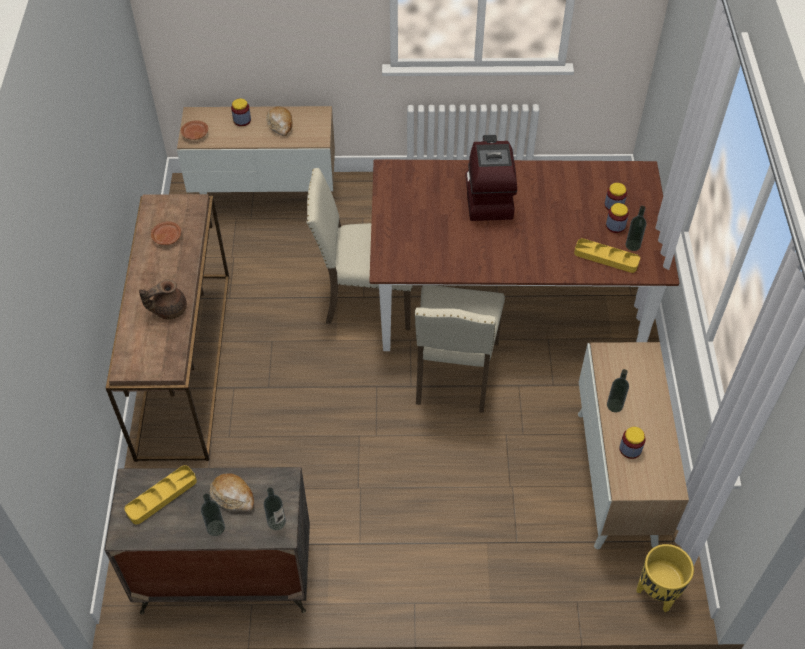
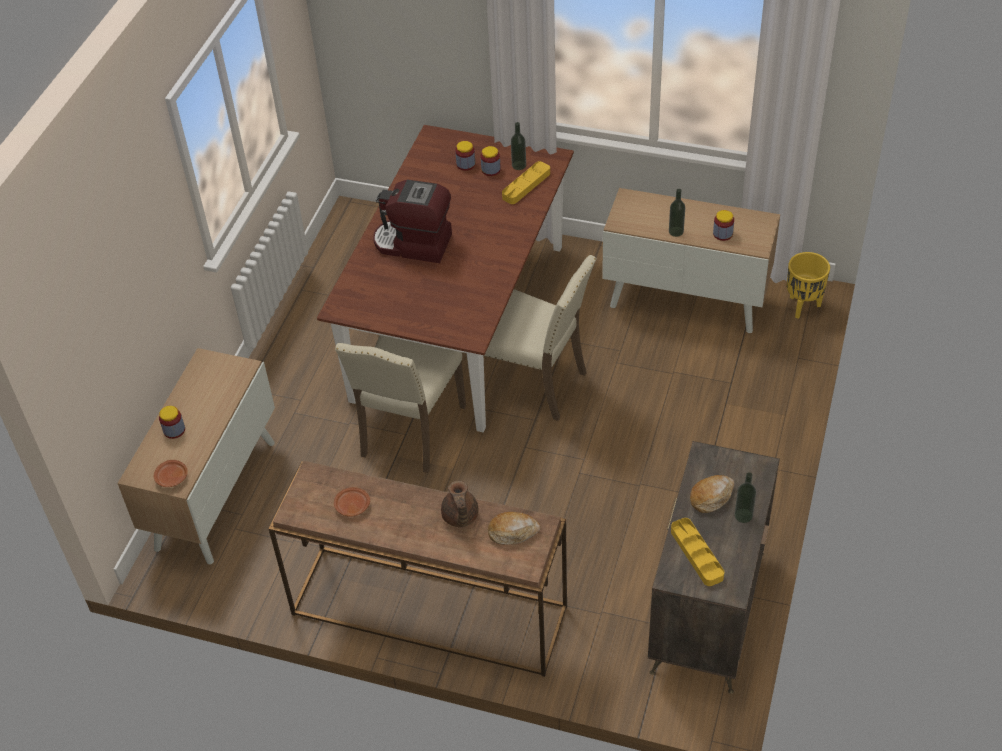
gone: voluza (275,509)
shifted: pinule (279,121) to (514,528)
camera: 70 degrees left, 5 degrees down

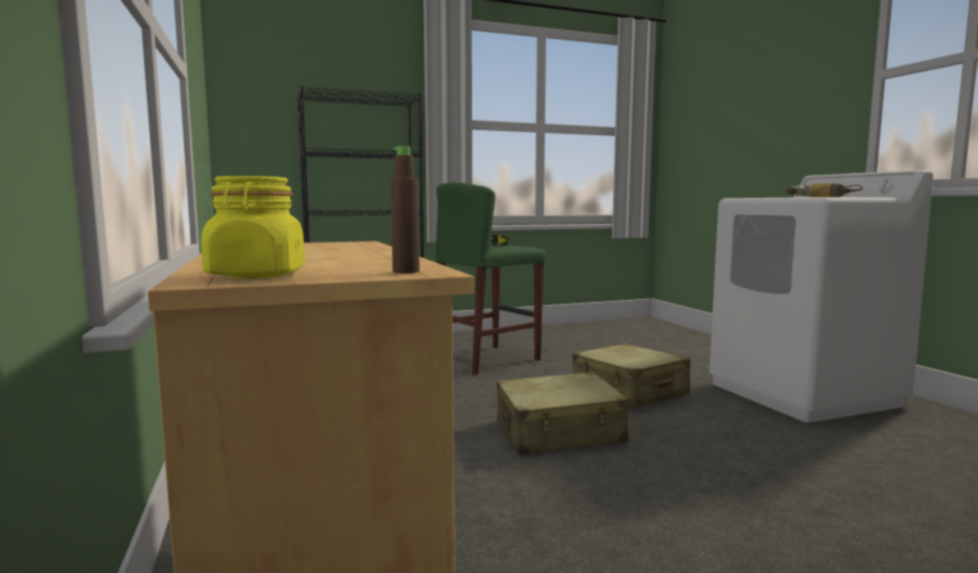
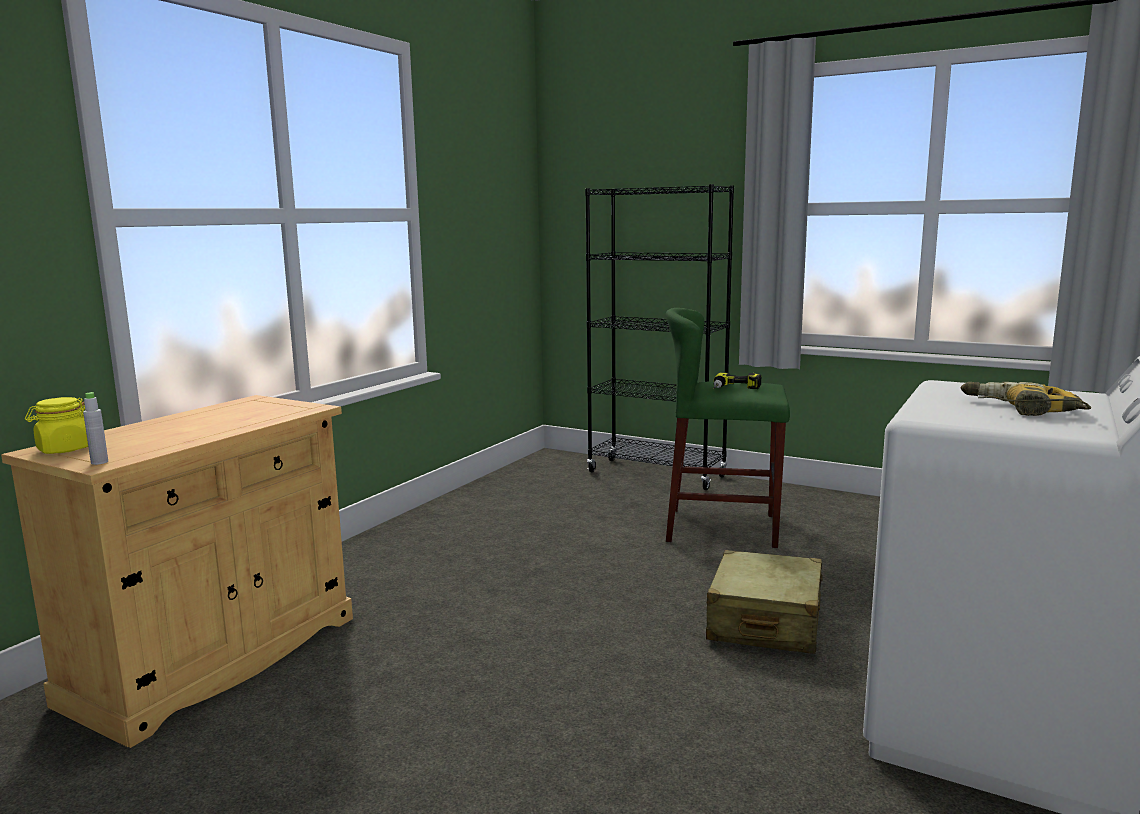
gone: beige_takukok (562,413)
repainted: brown_voluza (405,209) to grey_voluza (95,428)
camera: 50 degrees right, 5 degrees up

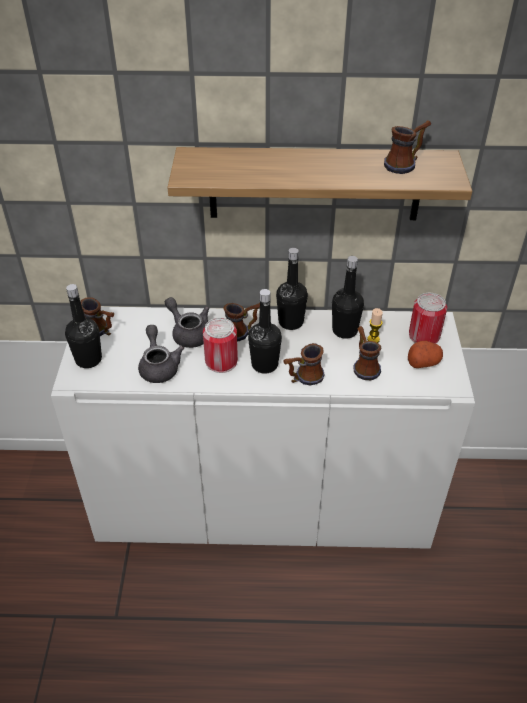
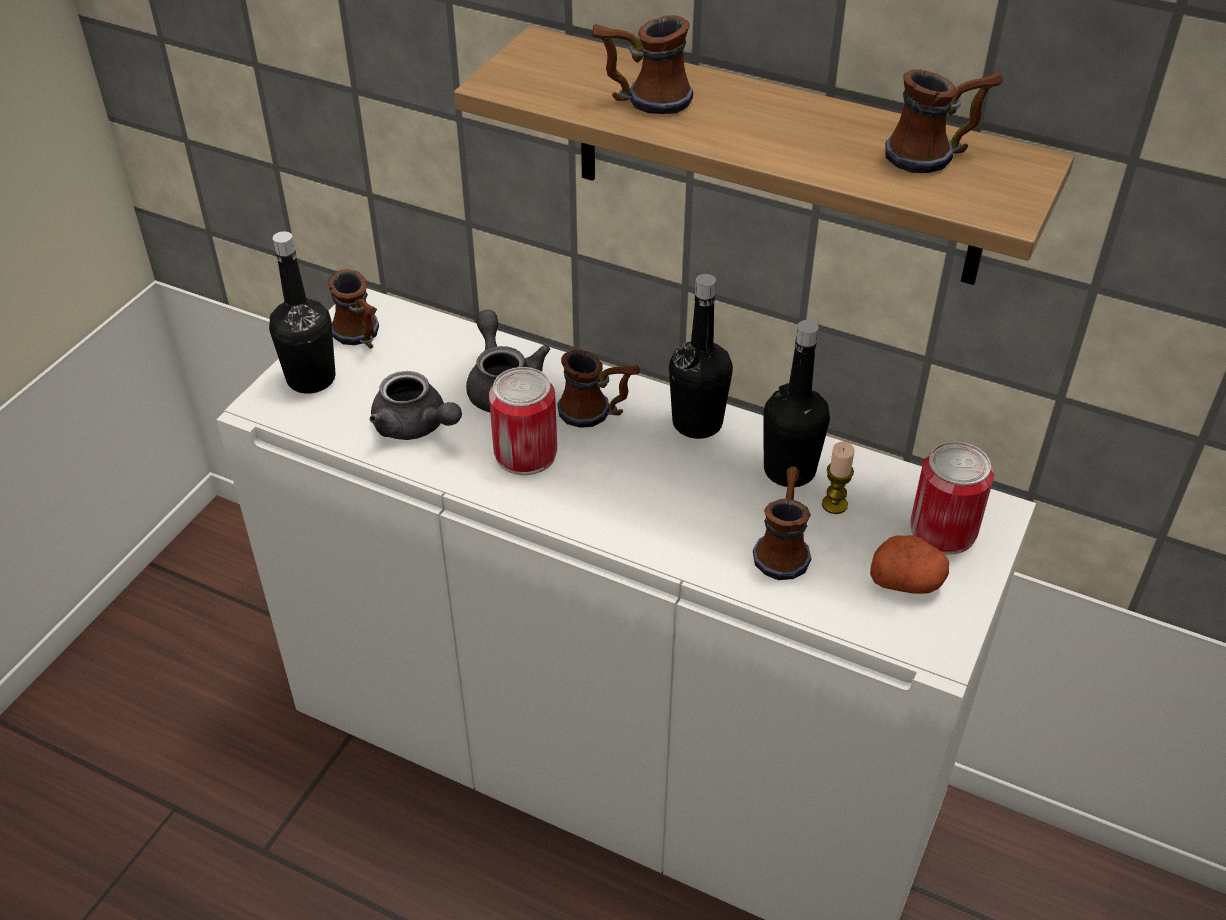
gone: black_voluza (265,331)
shifted: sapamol (304,364) to (642,64)
rotated: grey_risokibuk (161,354) = (416,405) 120 degrees clockwise
camera: 25 degrees right, 0 degrees up

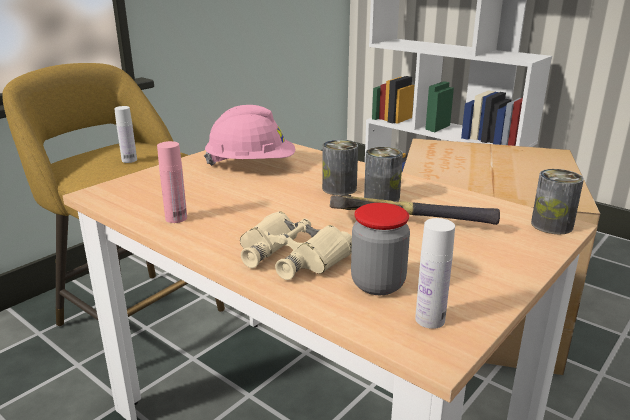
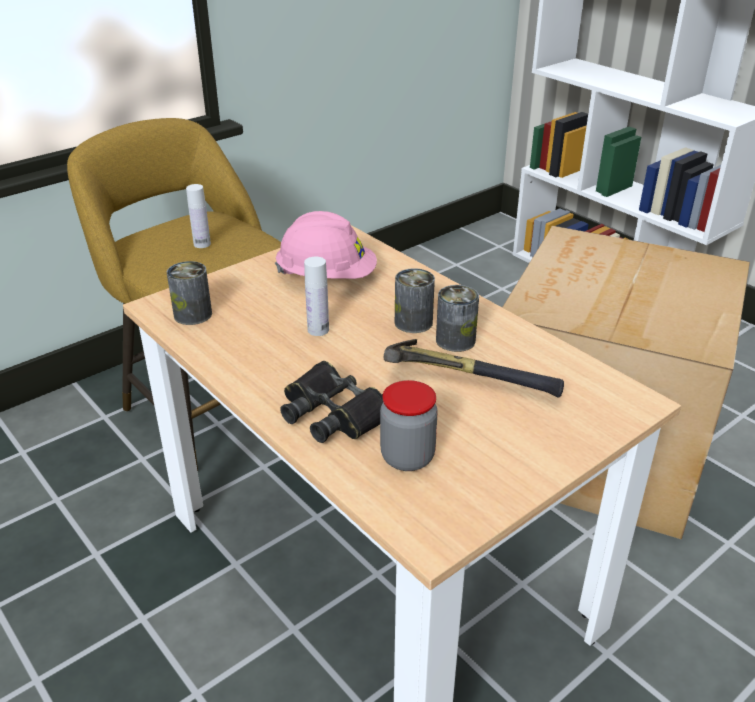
gone: pink_voluza (172,182)
shifted: white_voluza (435,273) to (316,296); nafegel (557,201) to (189,293)
repainted: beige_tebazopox (296,245) to black_tebazopox (331,402)
camera: 10 degrees right, 10 degrees up

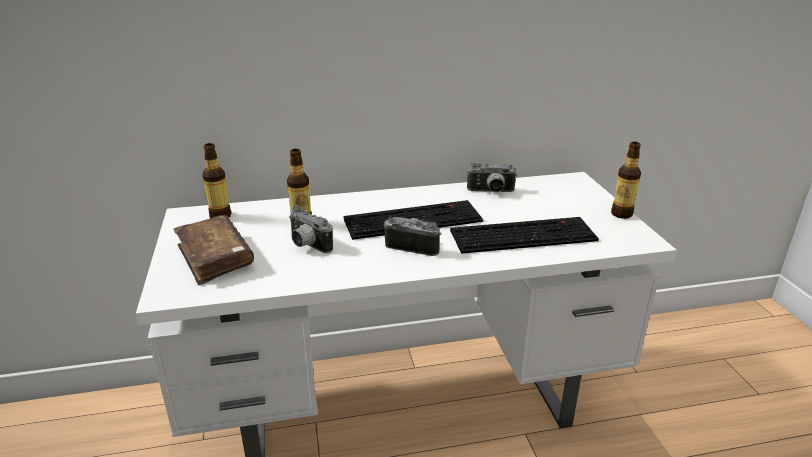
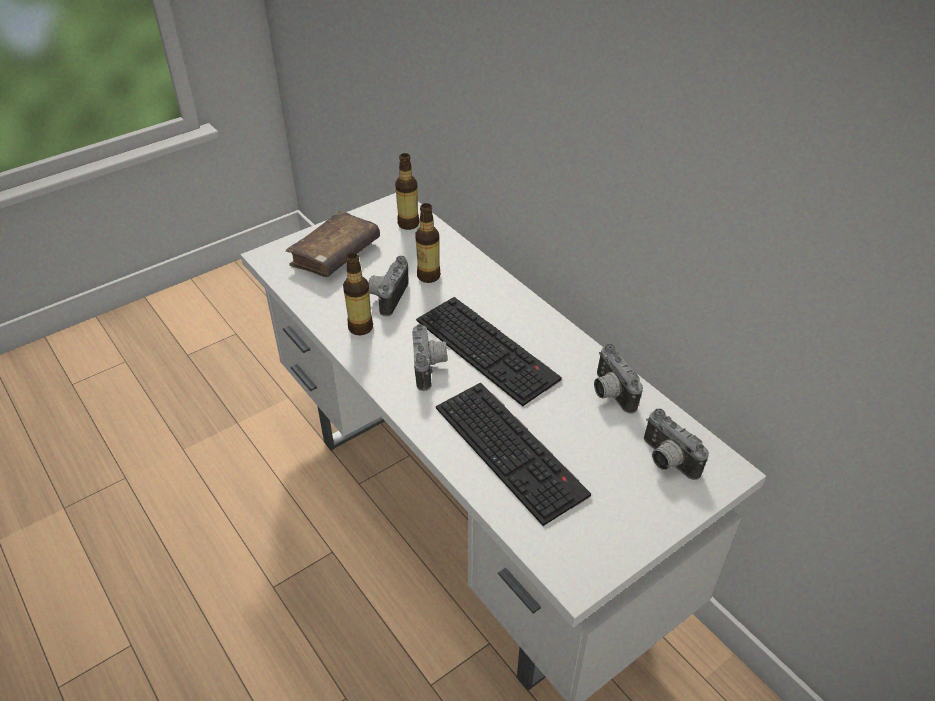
new: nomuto (676,444)
shifted: voluza (626,180) to (358,294)
camera: 65 degrees right, 15 degrees up

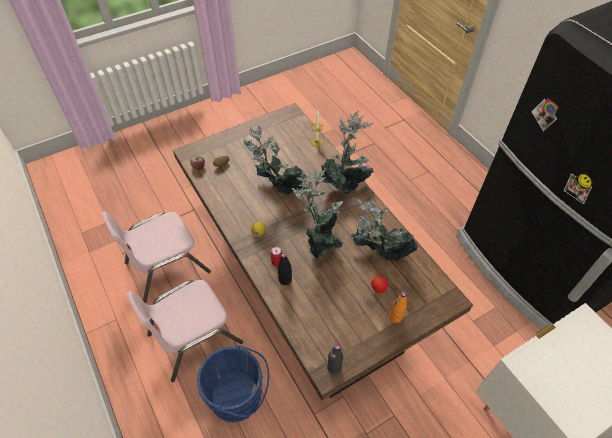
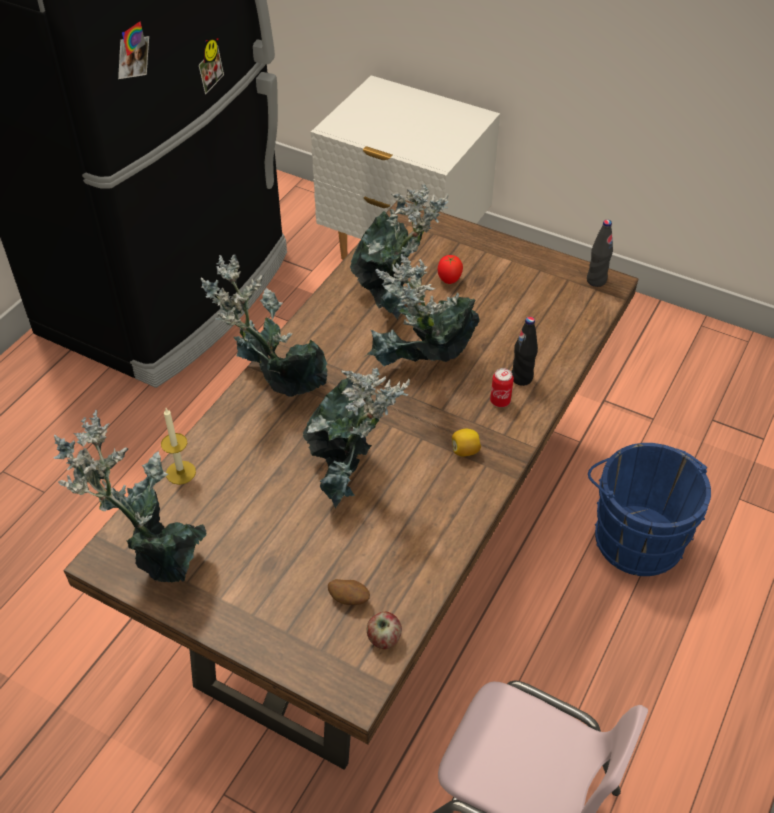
gone: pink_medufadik (184,331); orange_voluza (398,307)
new: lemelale (130,496)
camera: 120 degrees left, 5 degrees down

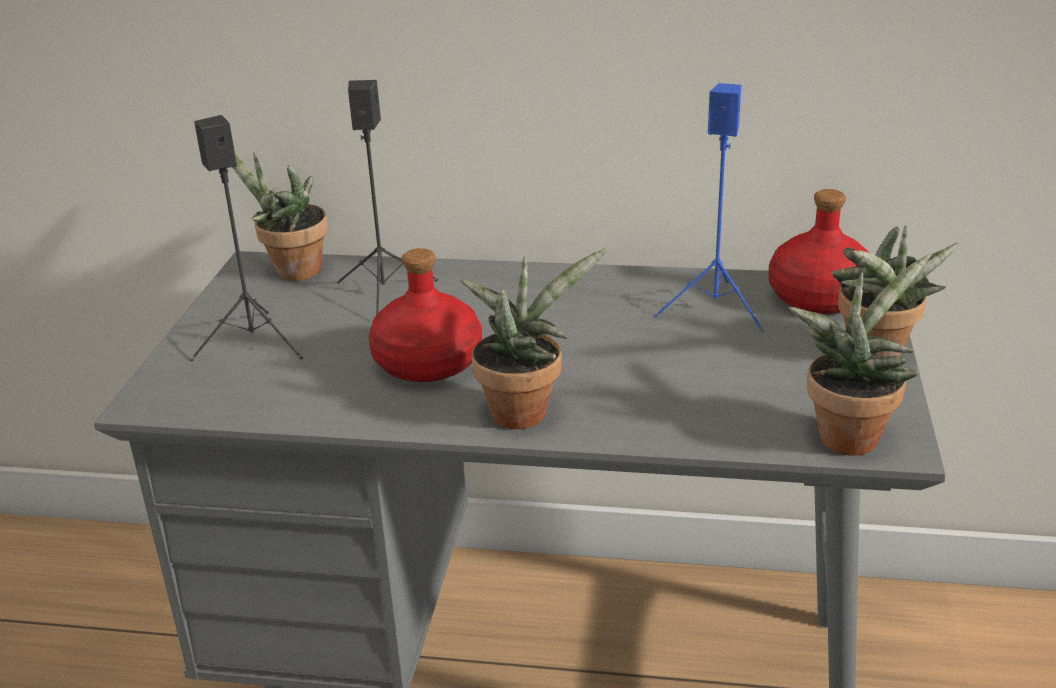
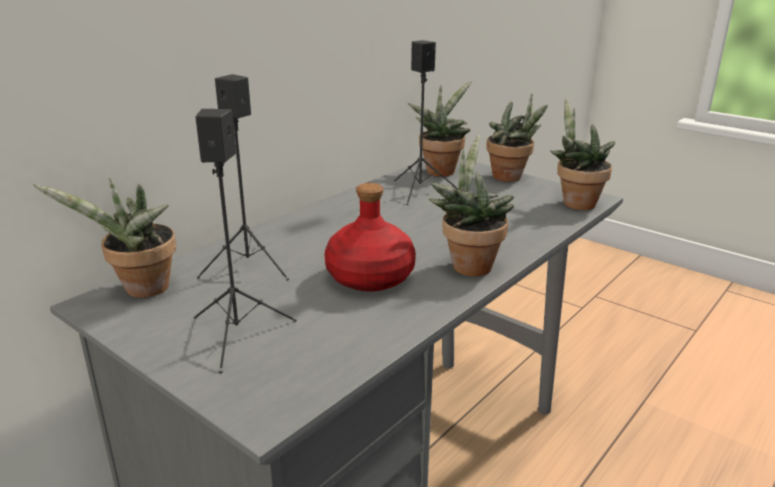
swapped: red_voluza (818,251) to lemelale (440,128)
repainted: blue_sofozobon (709,207) to black_sofozobon (426,122)
camera: 60 degrees left, 5 degrees down

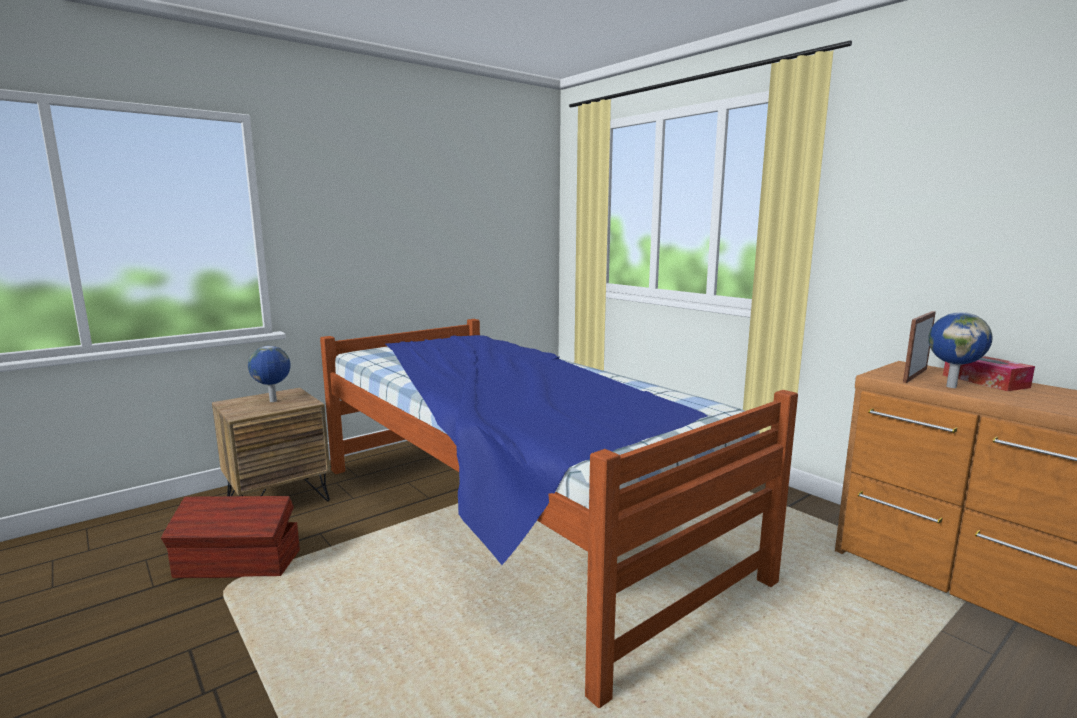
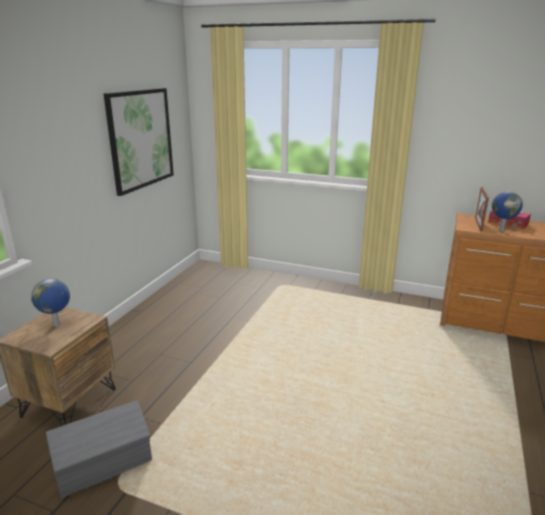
gone: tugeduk (559,513)
new: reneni (139,142)
repainted: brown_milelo (230,537) to grey_milelo (99,449)
camera: 30 degrees left, 10 degrees up

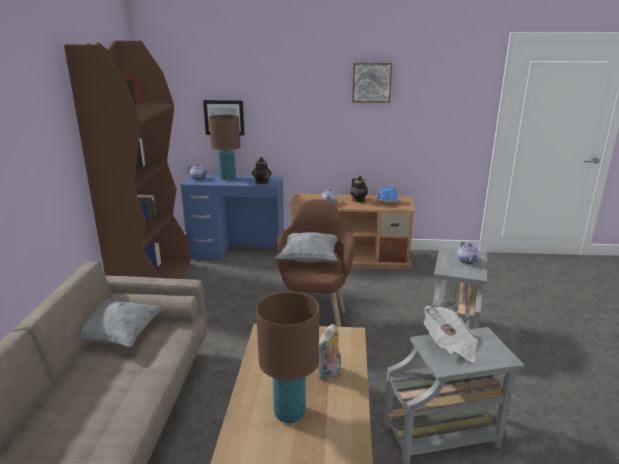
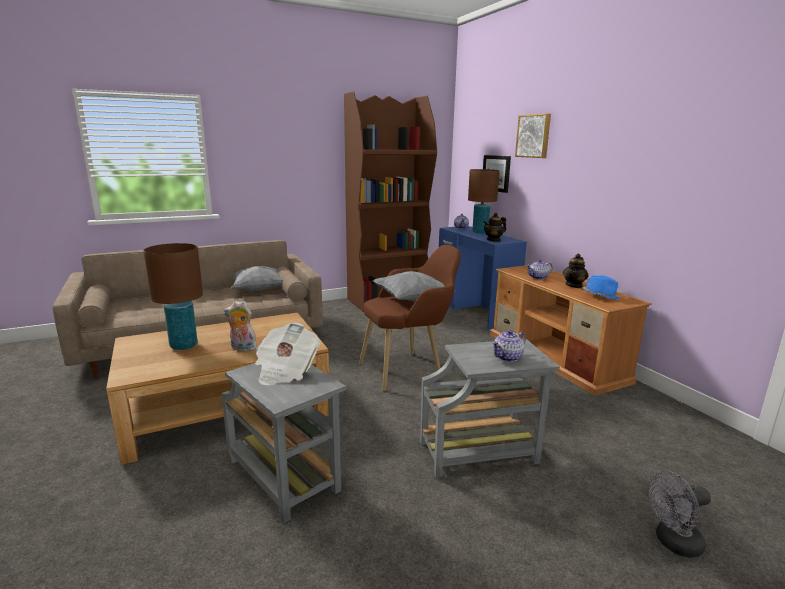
new: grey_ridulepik (679,514)
shifted: reneni (372,83) to (533,136)
camera: 60 degrees right, 5 degrees down

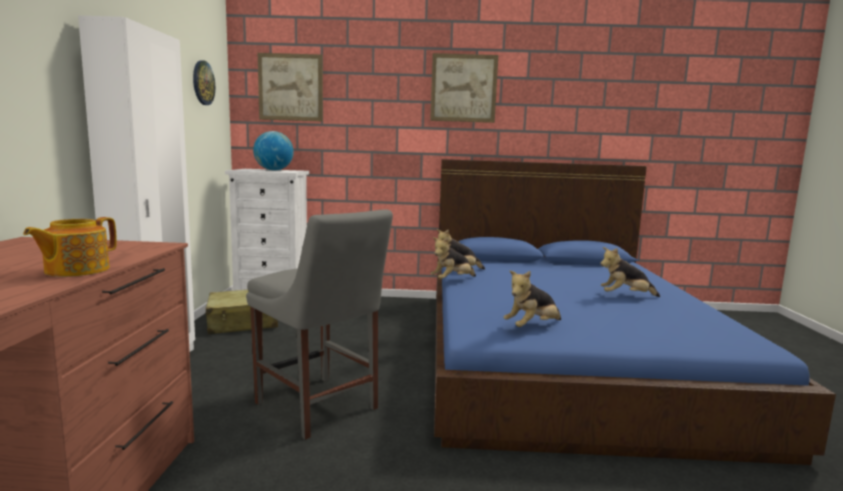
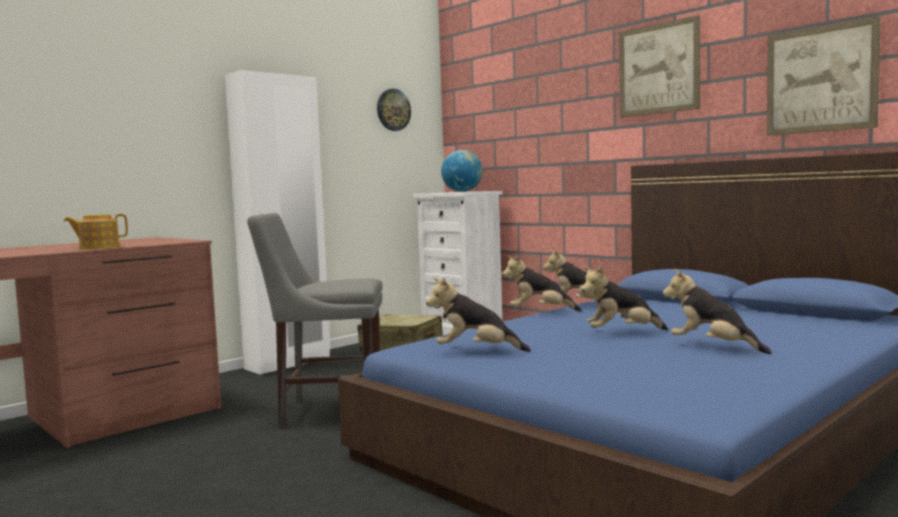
new: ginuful (624,297)
shifted: reneni (290,87) to (824,76)
rotated: grey_medufadik (319,324) = (315,320) 90 degrees clockwise
camera: 45 degrees right, 5 degrees down

